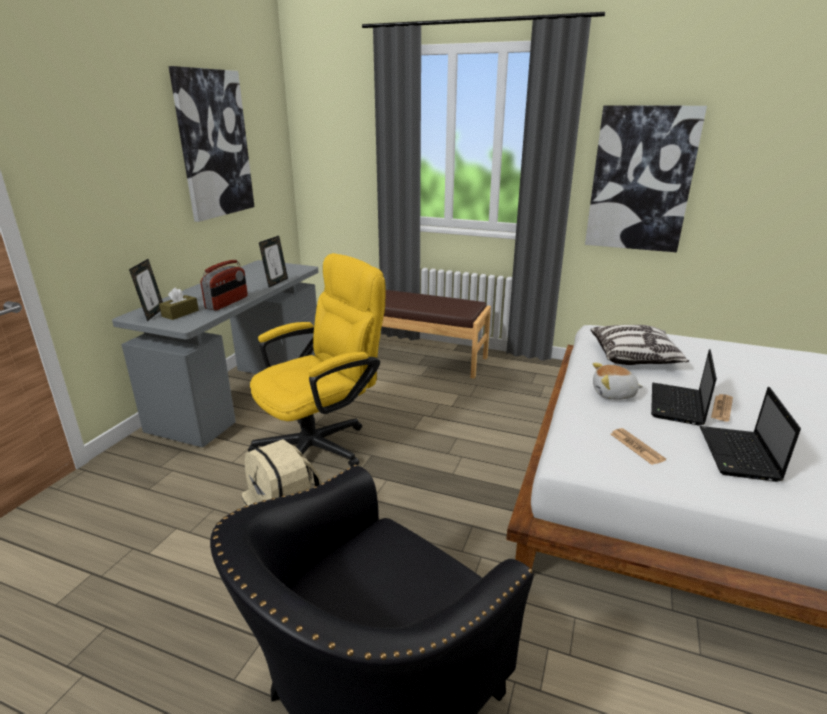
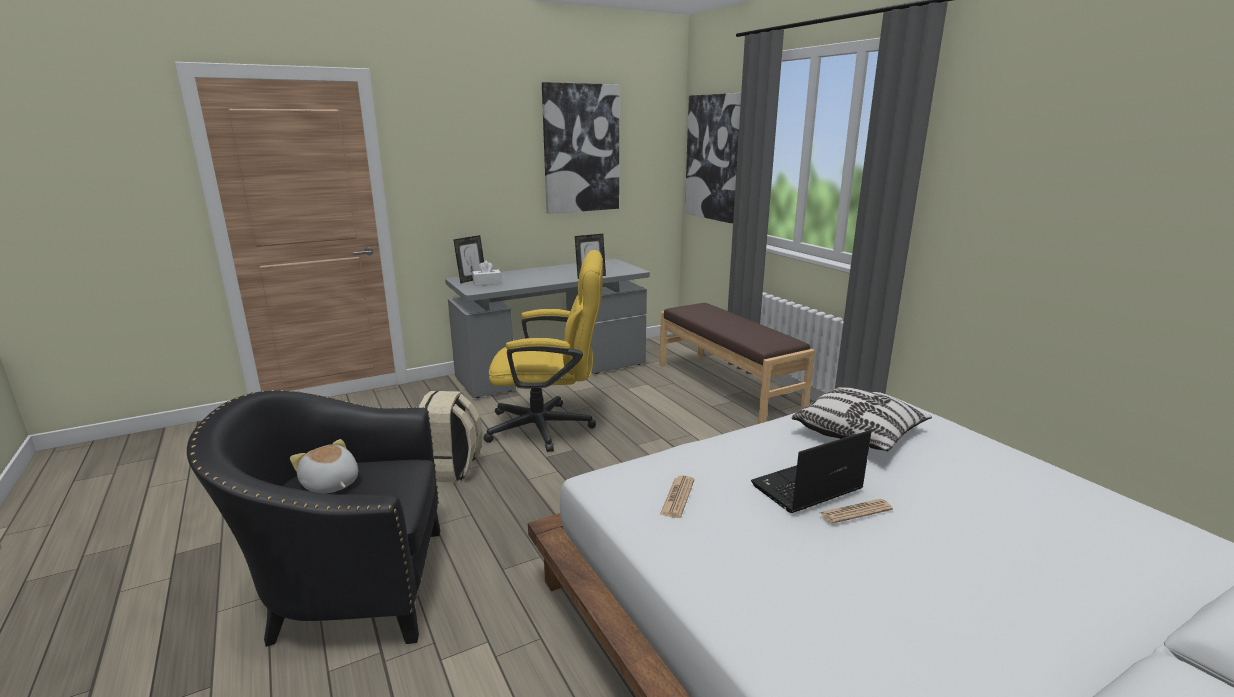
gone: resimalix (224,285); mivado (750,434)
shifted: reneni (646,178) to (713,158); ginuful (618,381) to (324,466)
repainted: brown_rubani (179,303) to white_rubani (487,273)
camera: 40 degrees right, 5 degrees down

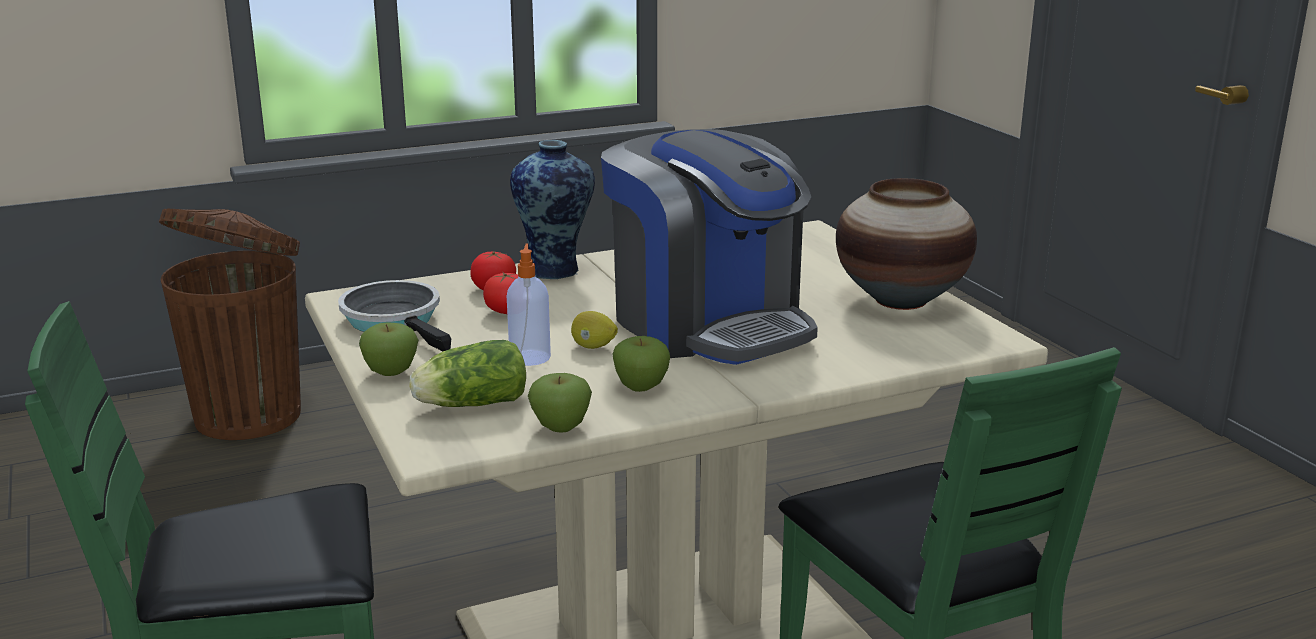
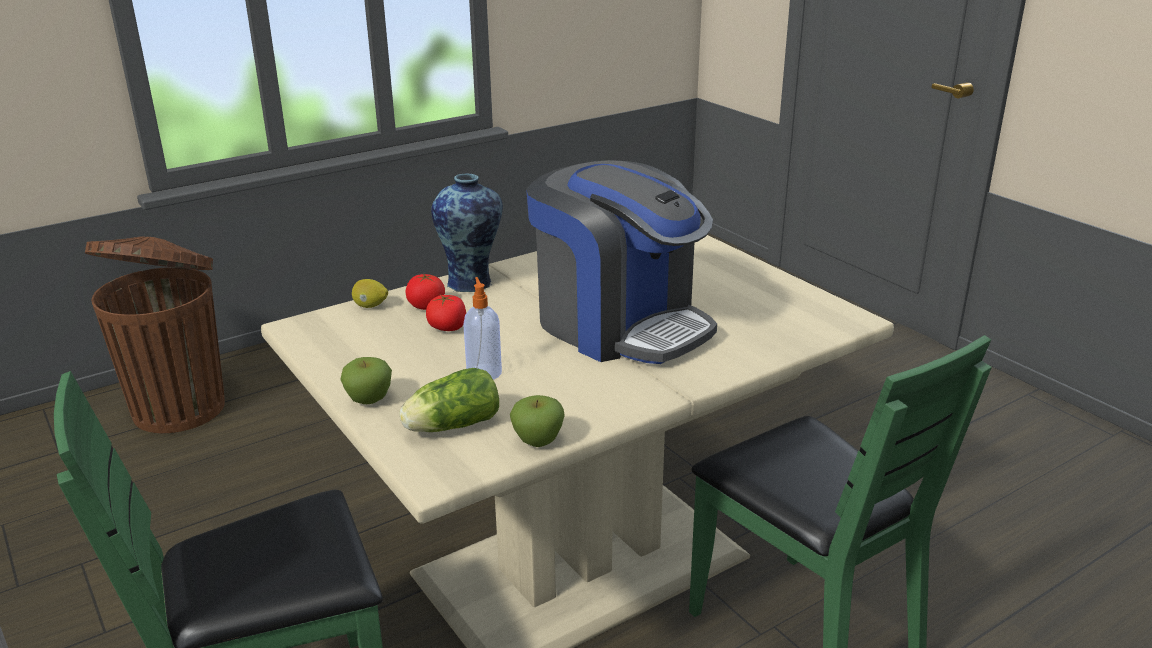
gone: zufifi (394,316); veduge (641,364); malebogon (906,244)
shifted: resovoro (594,330) to (370,293)
camera: 10 degrees left, 5 degrees up

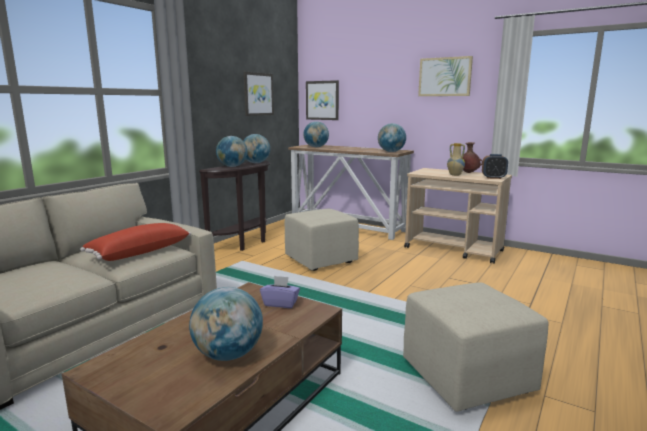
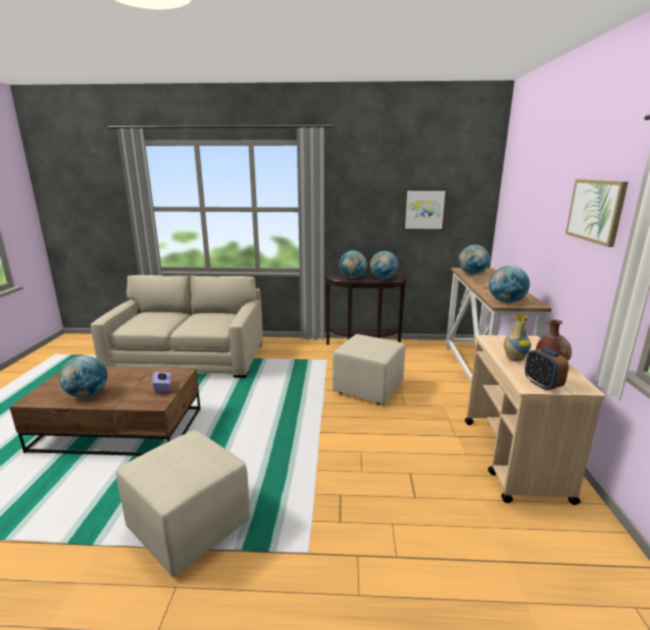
gone: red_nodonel (135,242); reneni (322,100)
camera: 60 degrees right, 5 degrees up

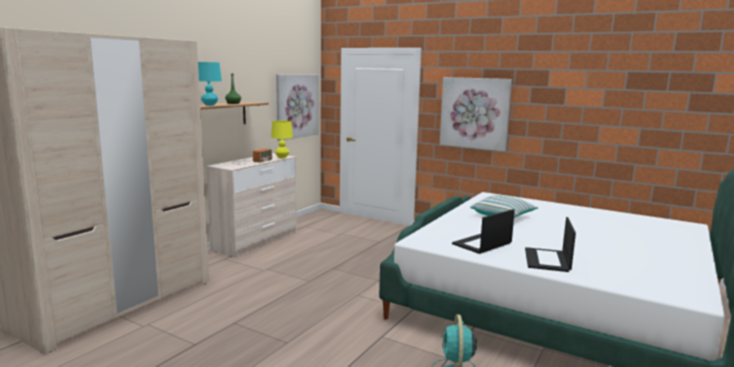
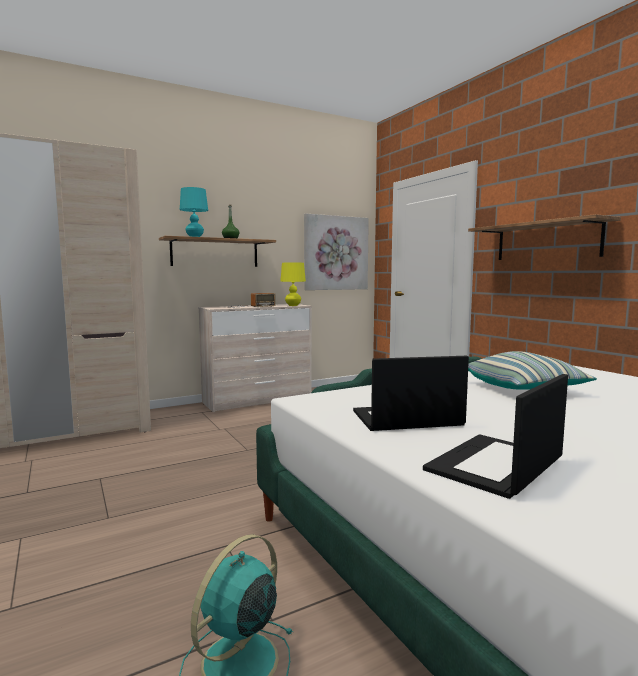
swapped: reneni (476,114) to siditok (544,237)
camera: 30 degrees right, 5 degrees down

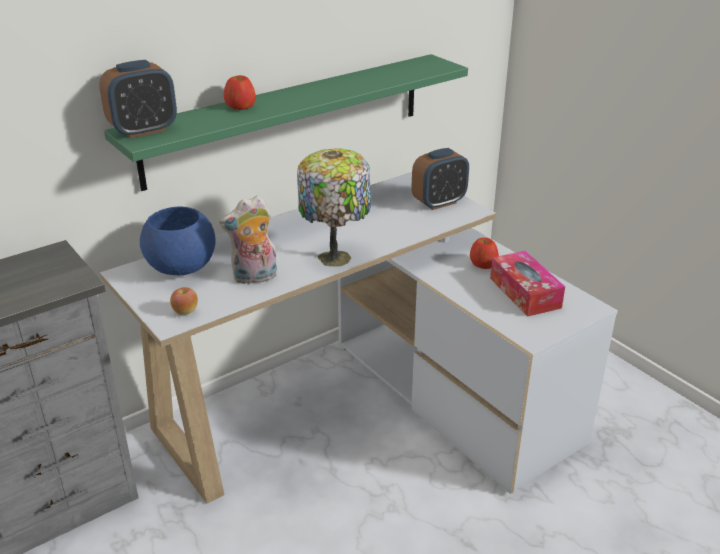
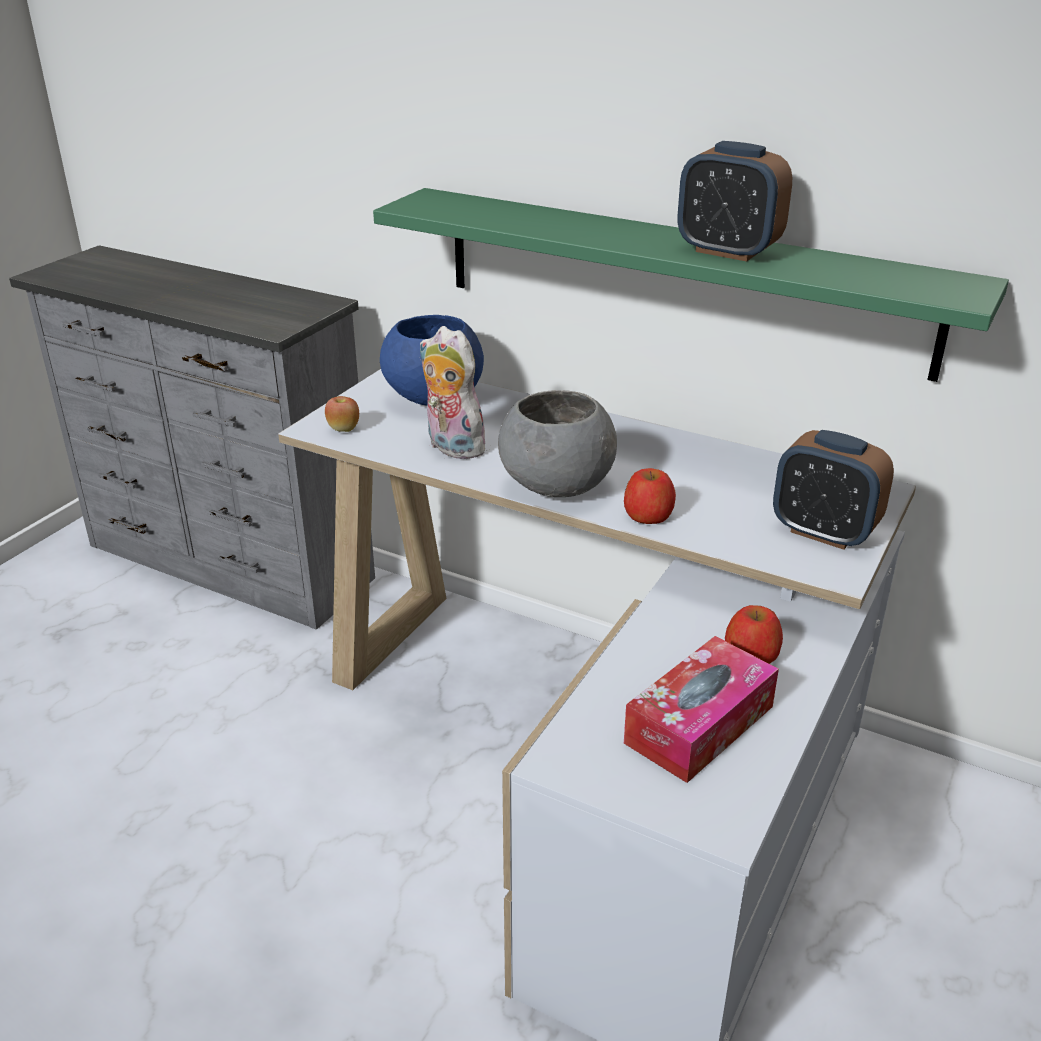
shifted: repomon (138,99) to (735,201); veduge (240,92) to (650,496)
swapped: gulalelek (334,207) to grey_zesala (557,443)
camera: 65 degrees right, 0 degrees up

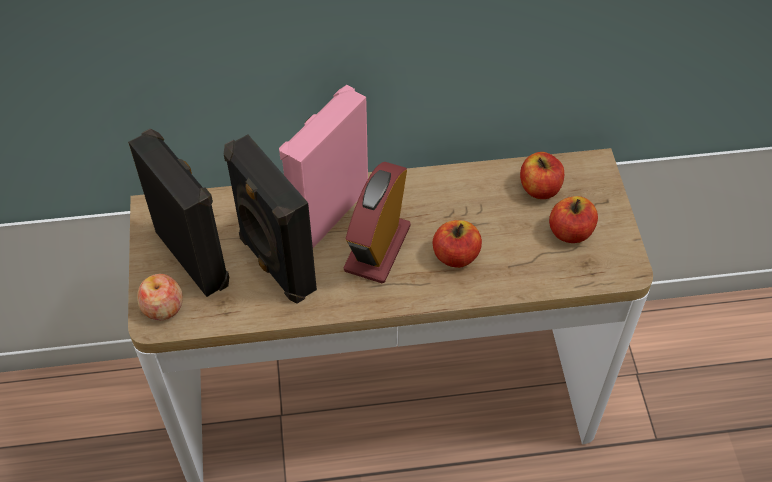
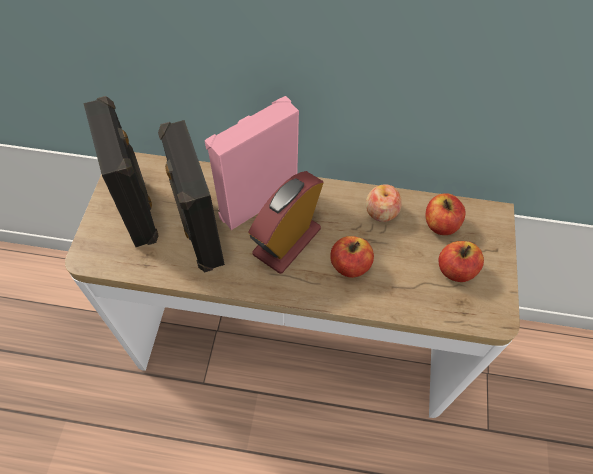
shifted: veduge (160,297) to (384,203)
camera: 15 degrees right, 5 degrees up

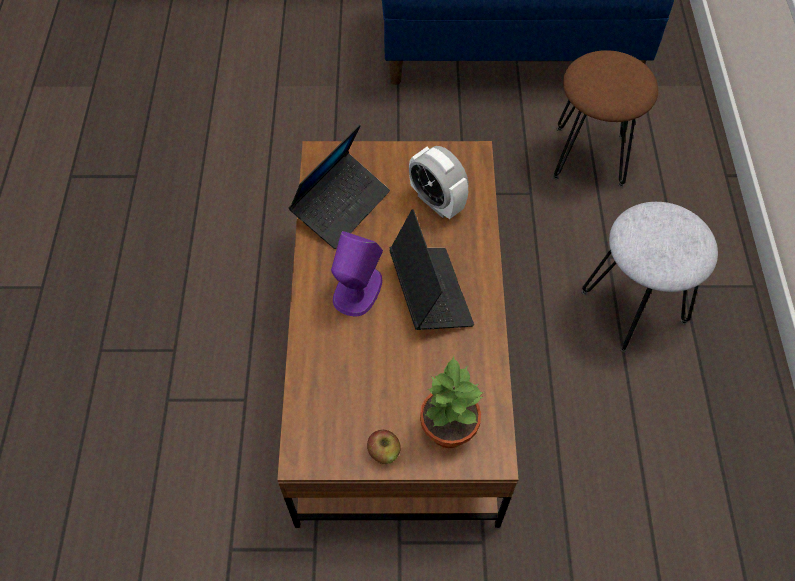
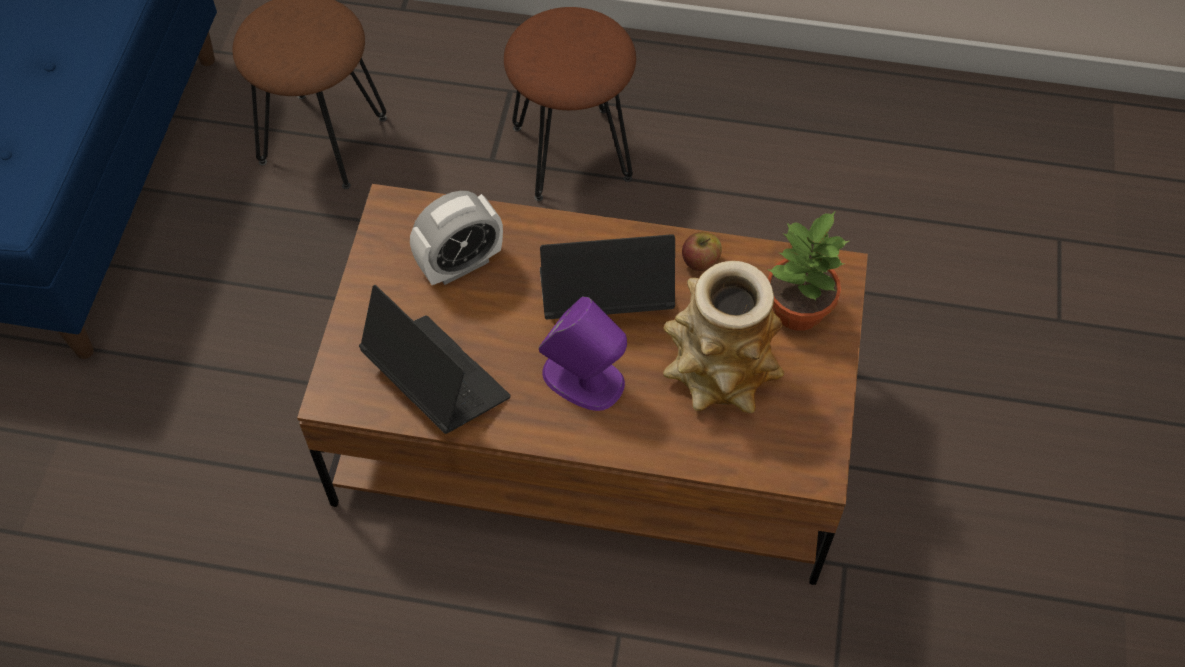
new: malebogon (723,337)
shifted: veduge (384,447) to (702,251)
repainted: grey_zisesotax (650,277) to brown_zisesotax (570,104)
camera: 80 degrees left, 0 degrees up

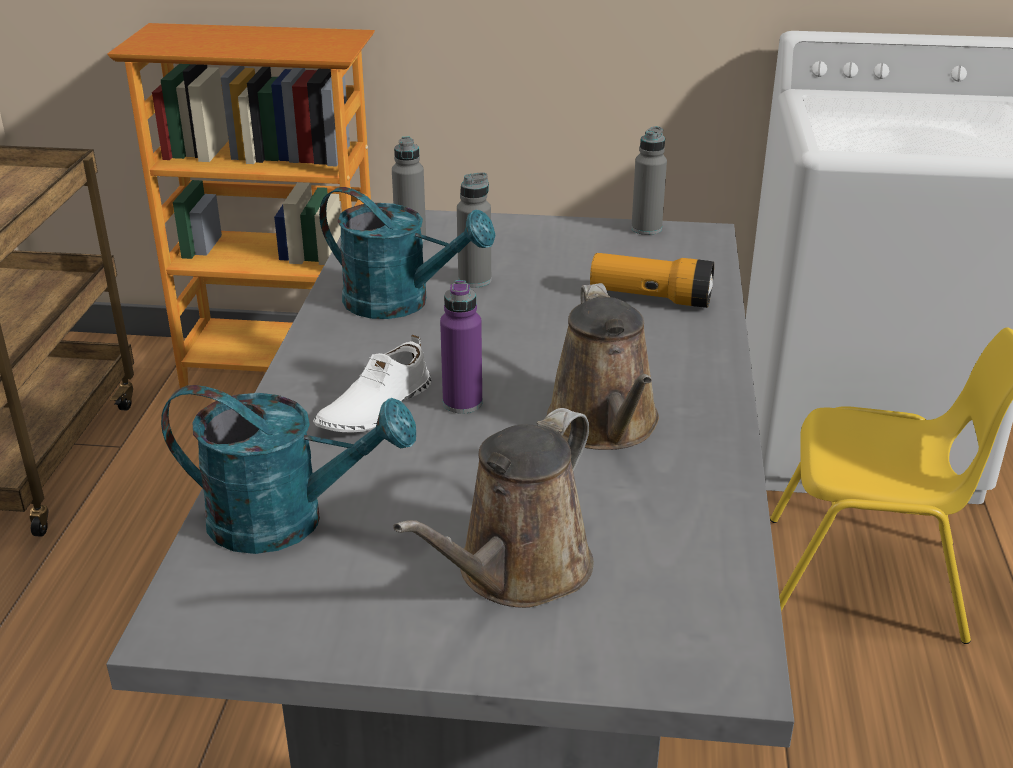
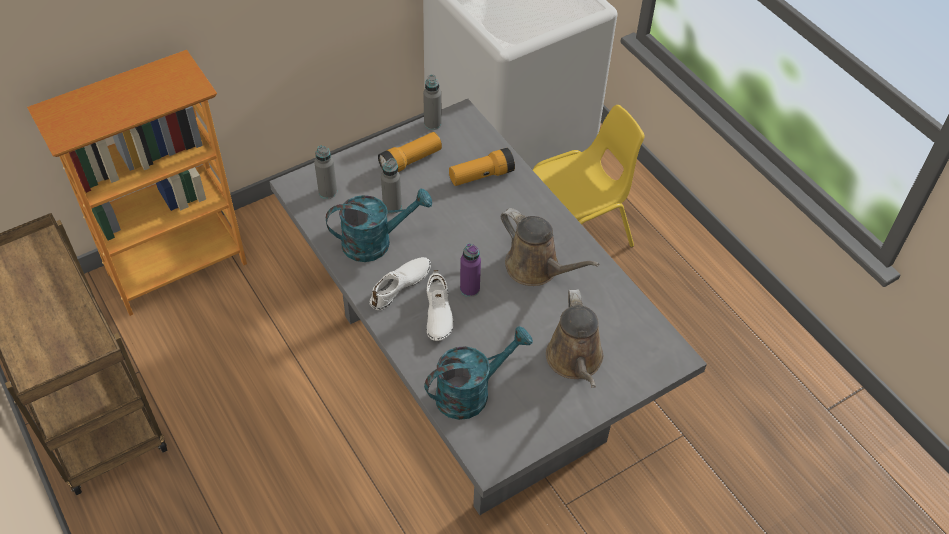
new: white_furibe (400,283); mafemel (410,152)
camera: 40 degrees left, 20 degrees up

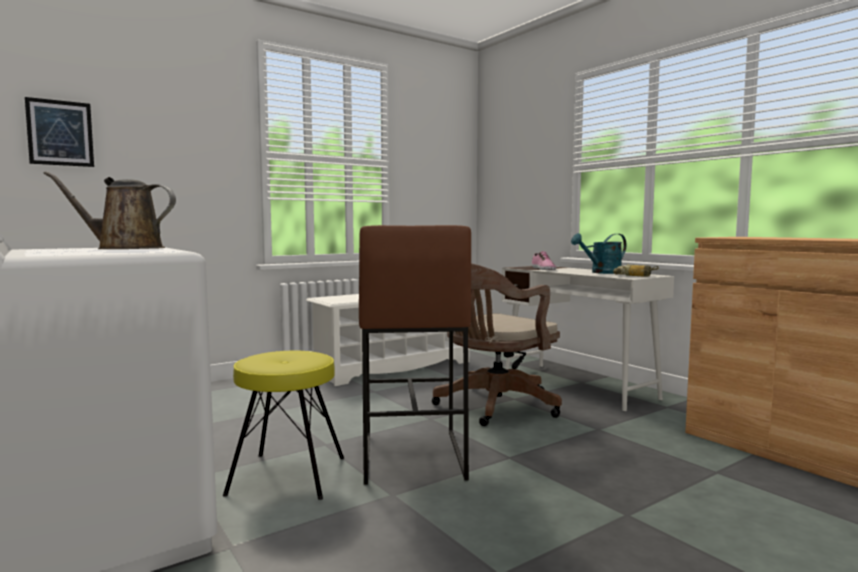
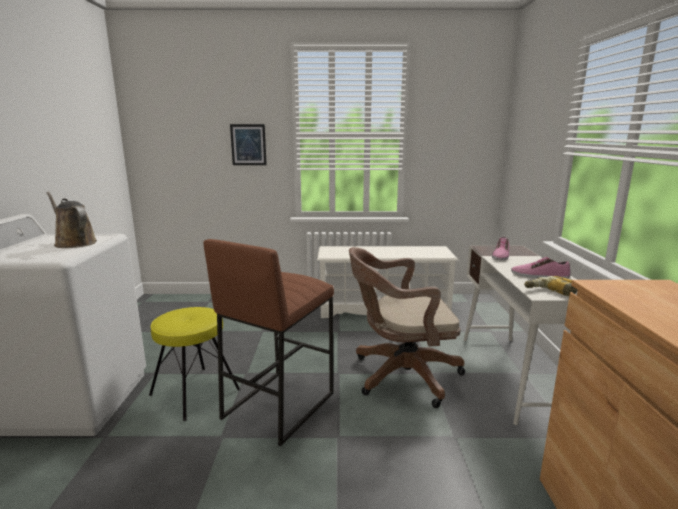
shifted: reneni (59,132) to (248,144)
swapped: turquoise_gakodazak (598,253) to furibe (541,268)
camera: 35 degrees right, 10 degrees up

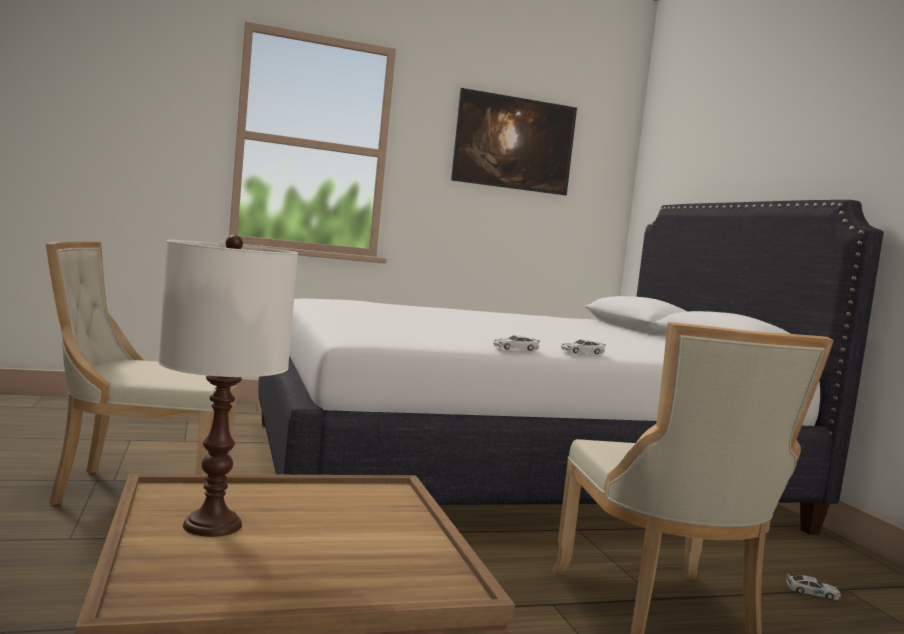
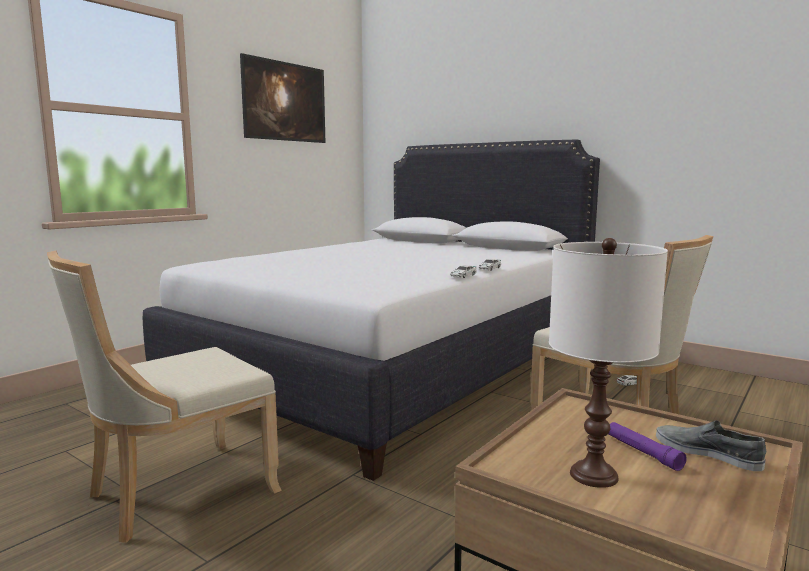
new: purple_mafemel (647,446); grey_furibe (711,445)
camera: 35 degrees left, 5 degrees up

